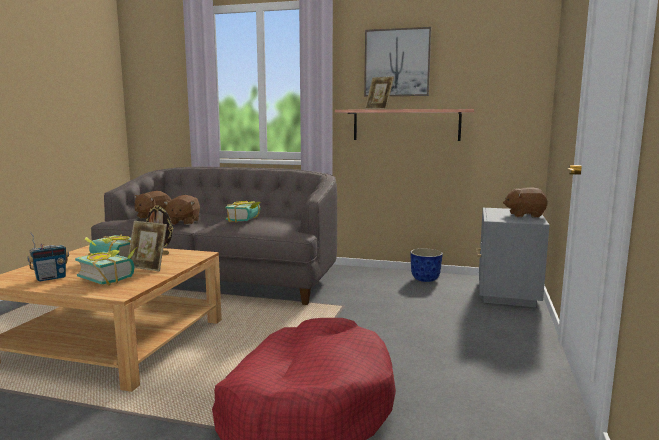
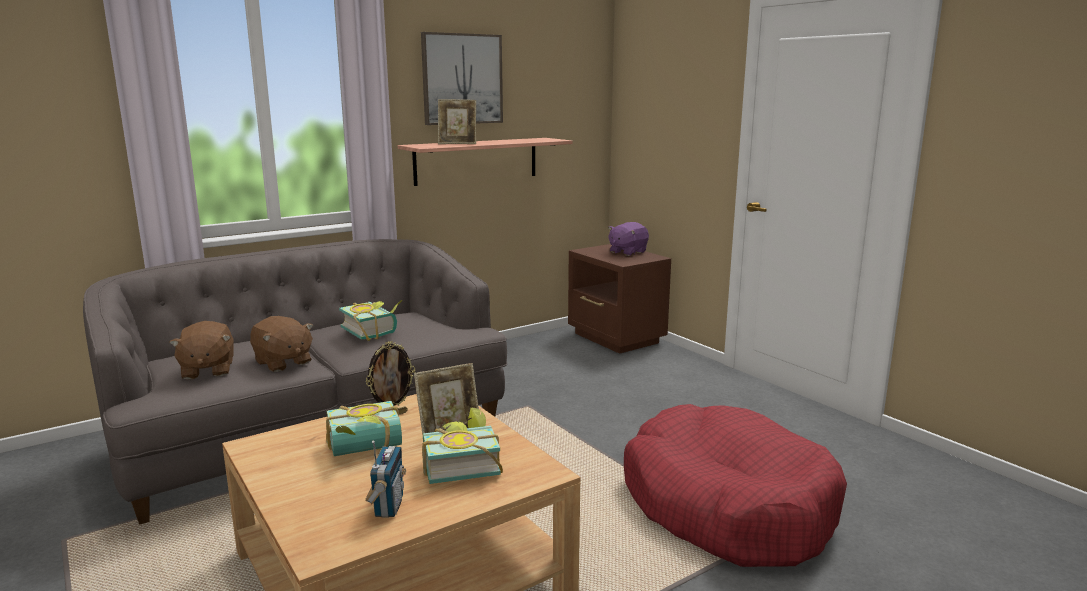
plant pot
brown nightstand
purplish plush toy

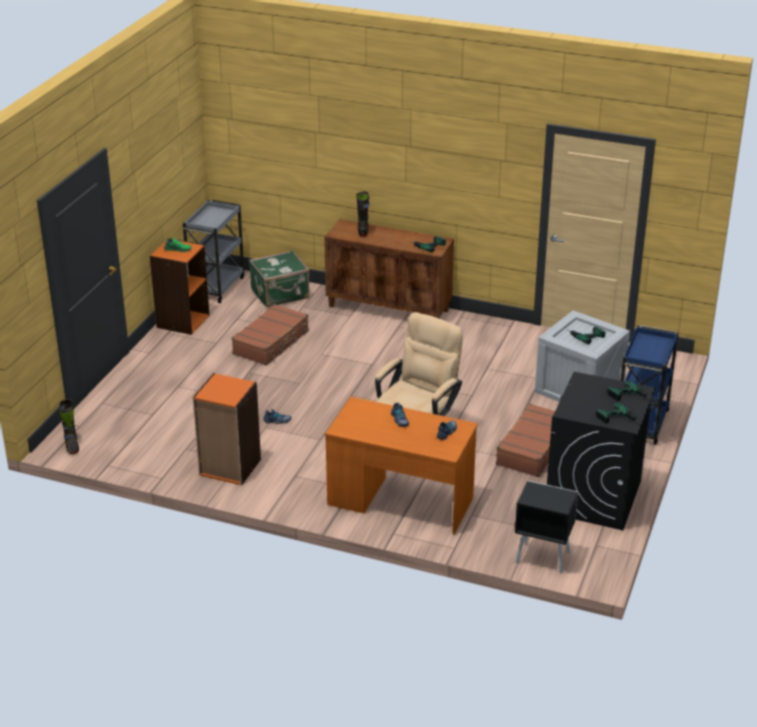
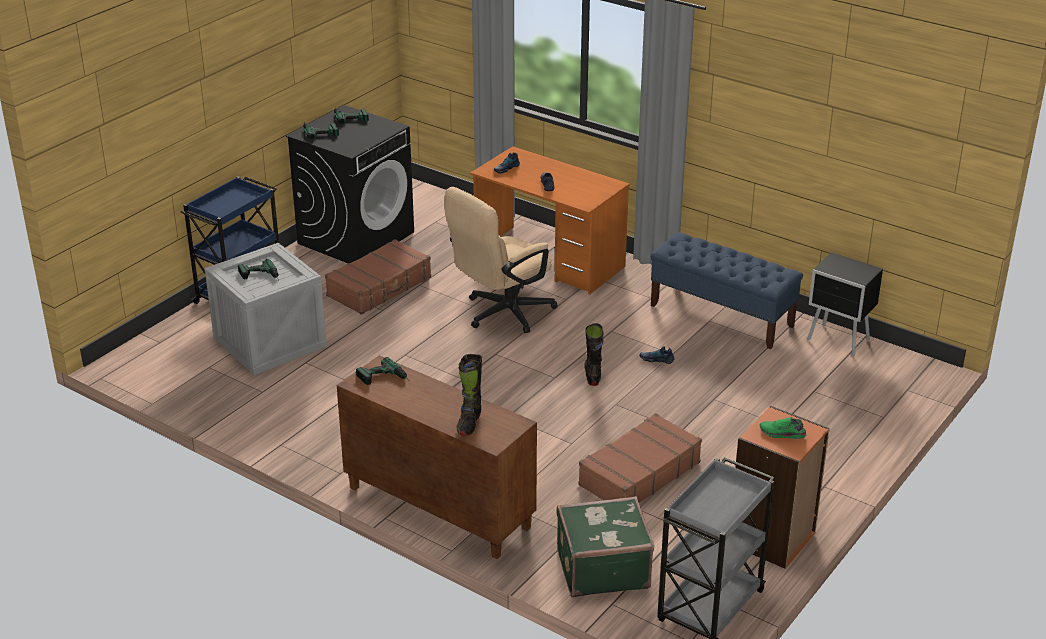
black-coloured tall boot (2nd from left)
blue indoor bench
black-coloured nightstand

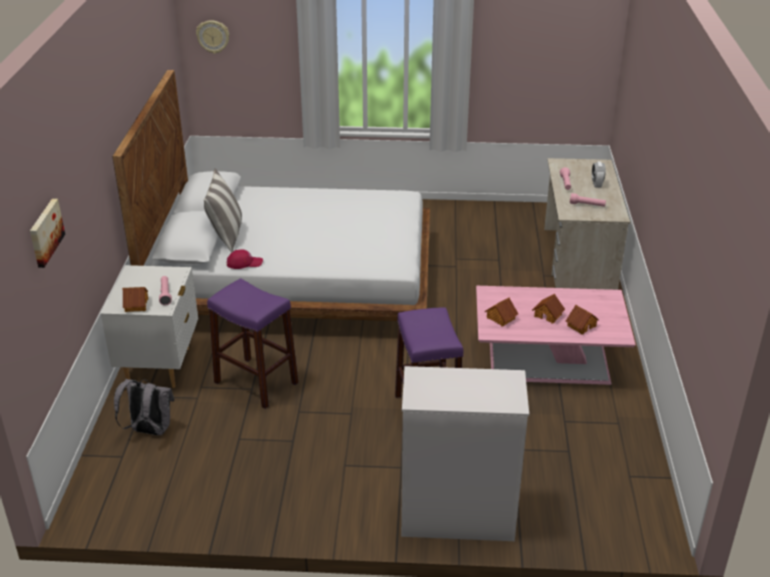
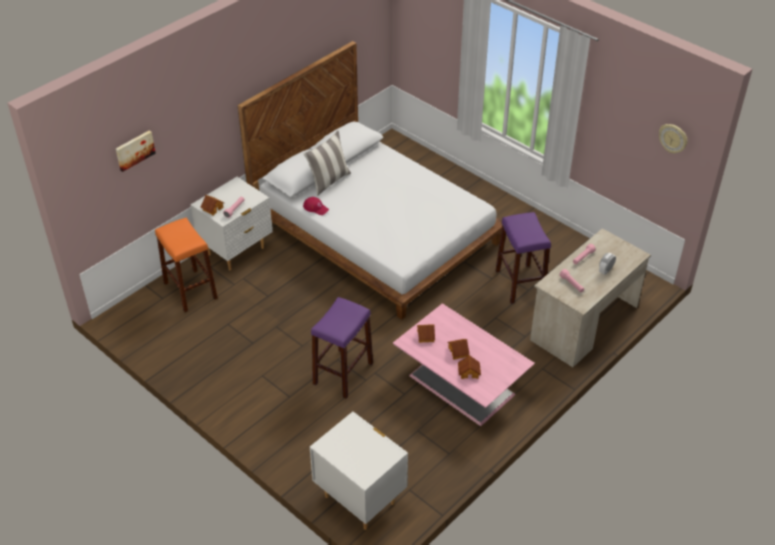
orangey stool
wall clock
purplish stool (2nd from left)
white-coloured dresser
white-coloured nightstand (2nd from left)

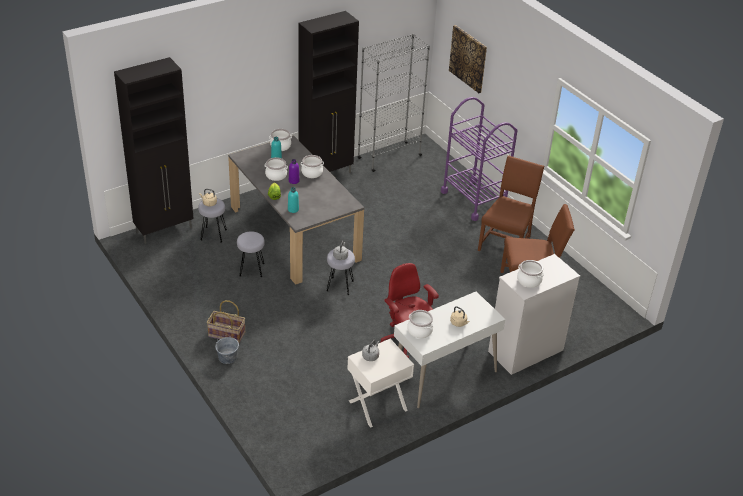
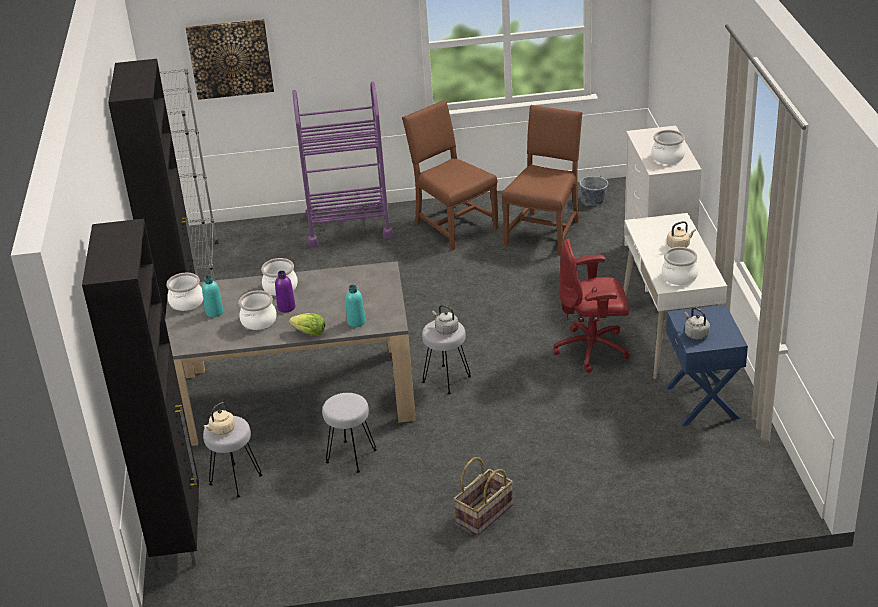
grey pail
blue nightstand

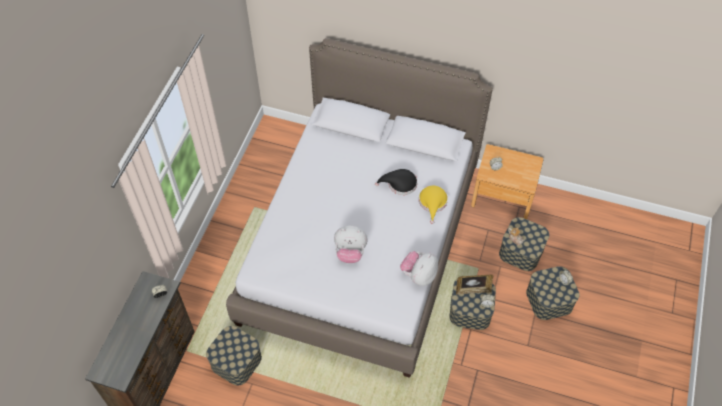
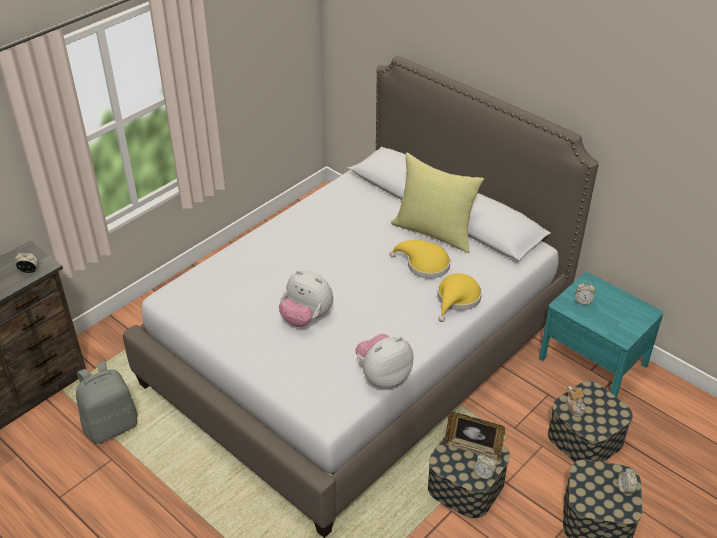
grey rucksack
yellow hat (1st from left)
turquoise-coloured nightstand
yellow pillow

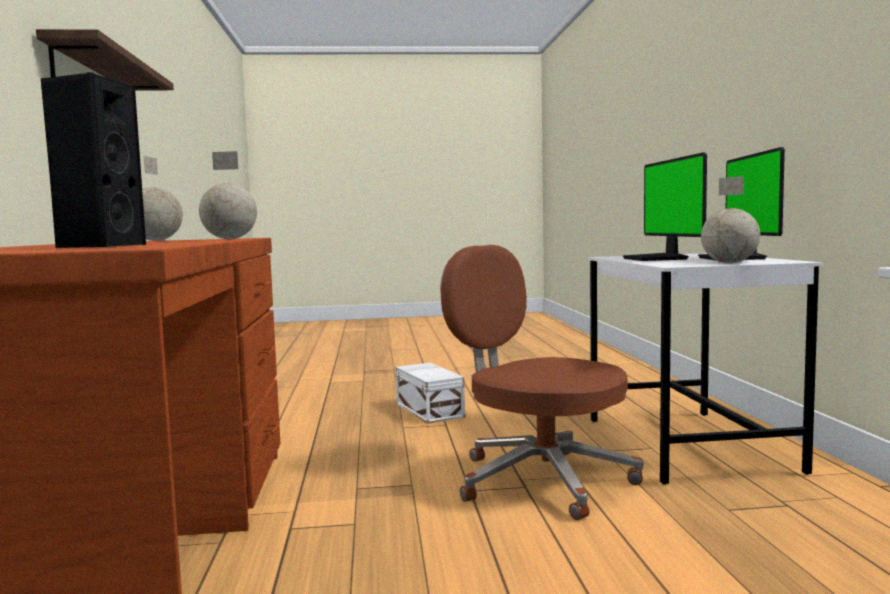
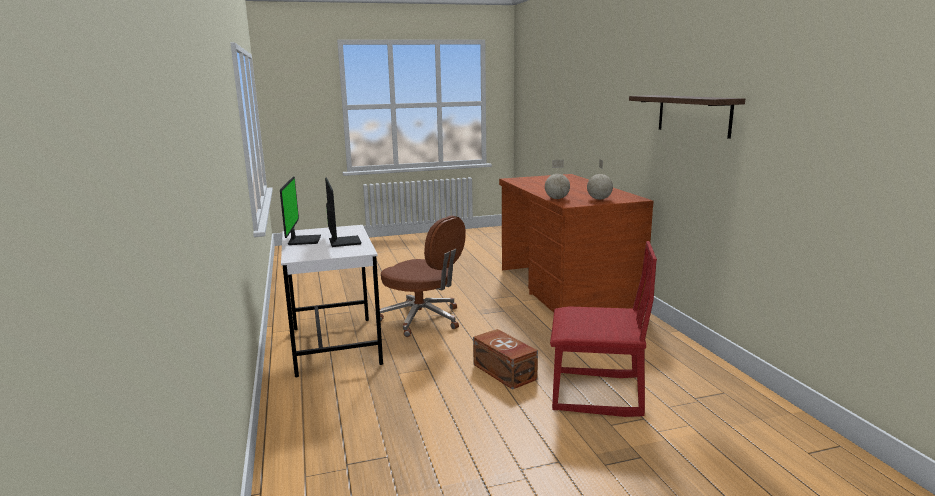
black-coloured speaker
brown storage box
globe (3rd from left in the first image)
reddish upright chair

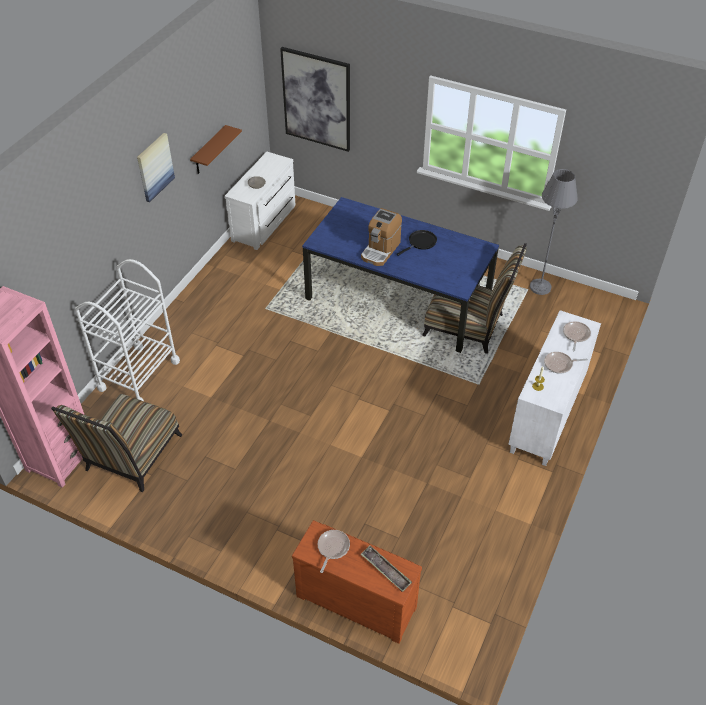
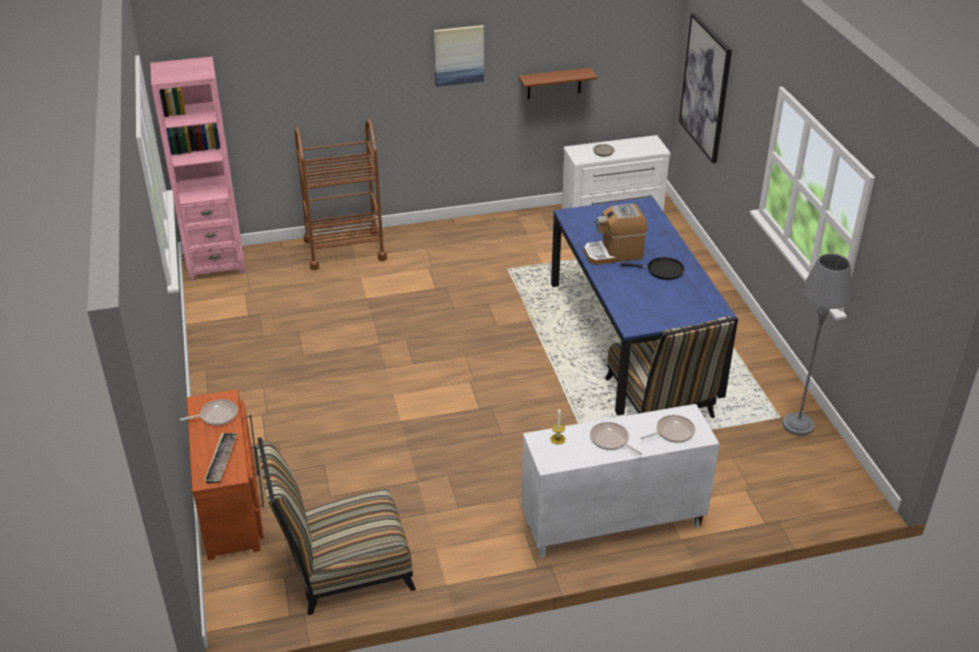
upright chair (1st from left)
brown wheeled cart

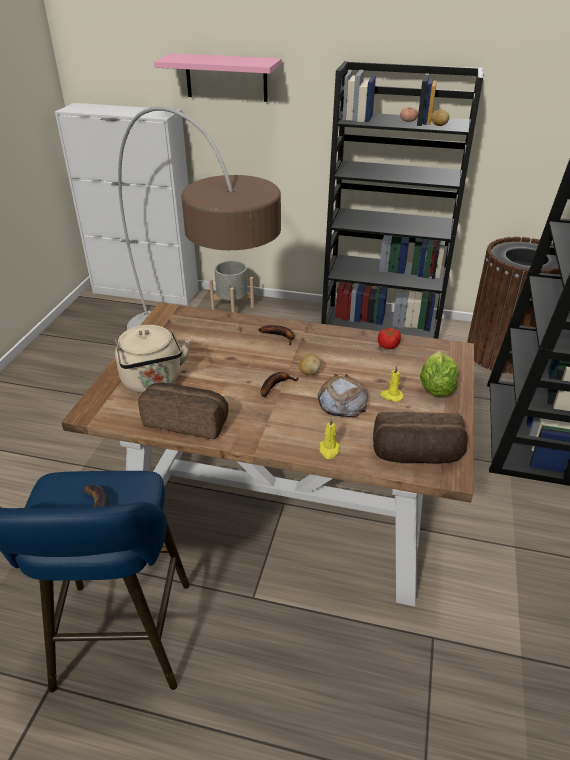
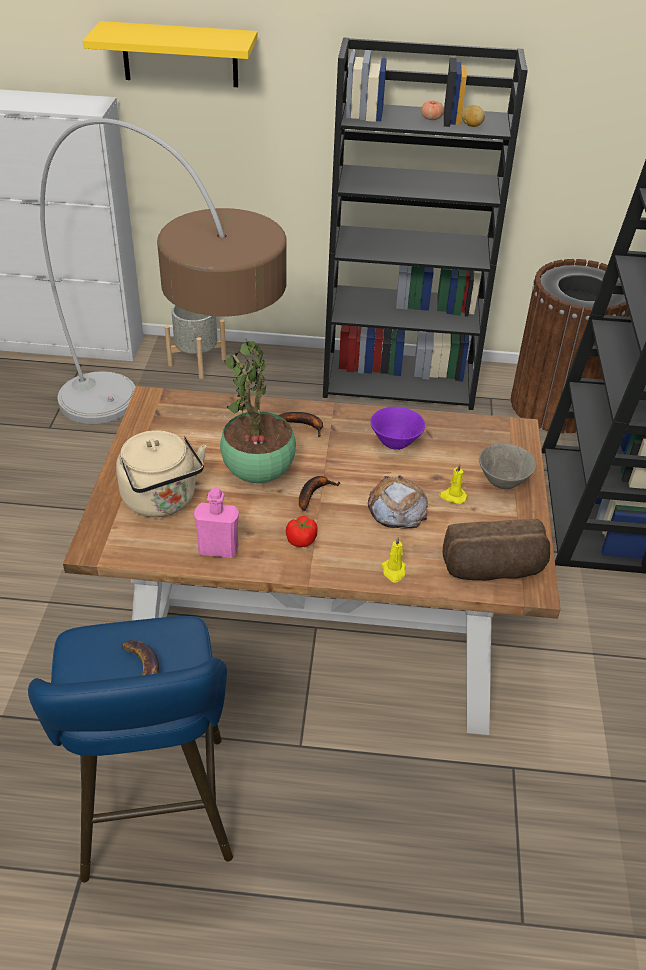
pink-coloured beverage bottle
yellow wall shelf
potato (1st from left in the first image)
fresh tomato (1st from left)
grey serving bowl
potted plant
purplish serving bowl

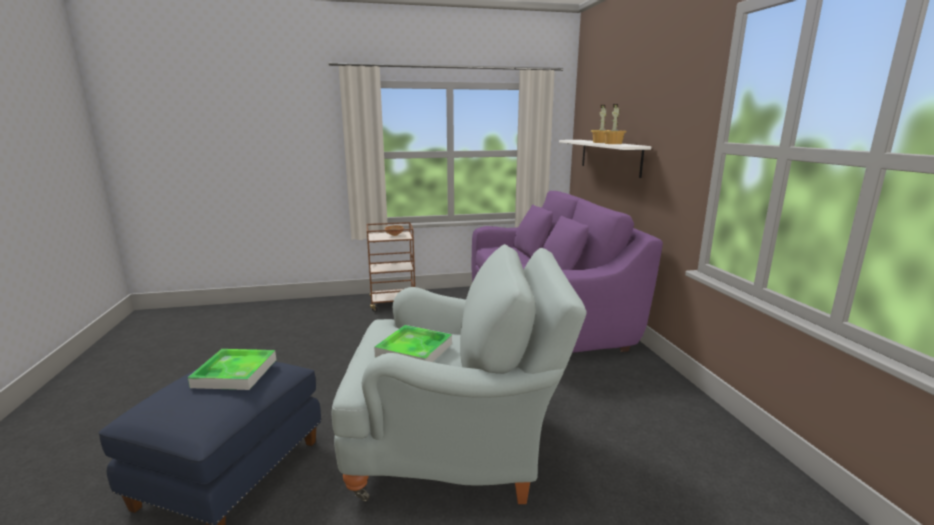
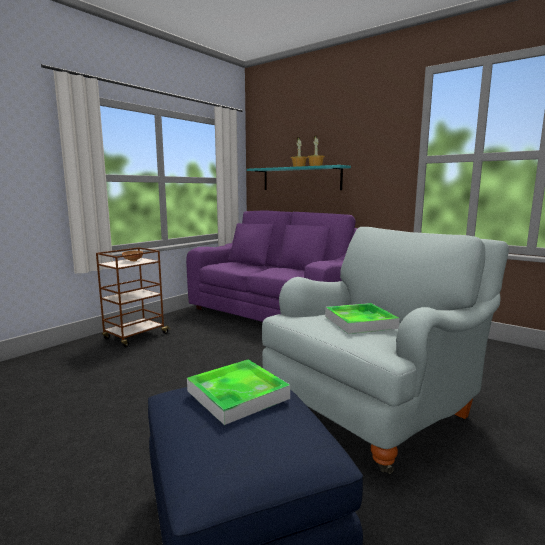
turquoise-coloured wall shelf

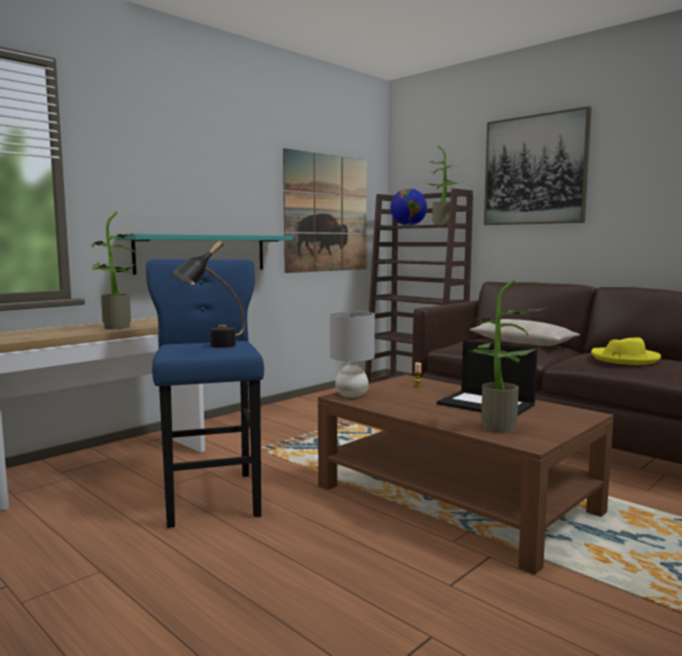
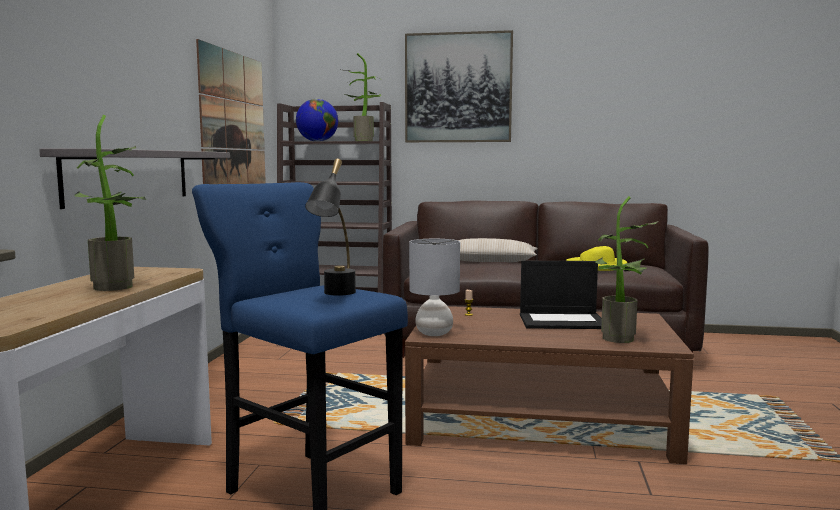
grey wall shelf

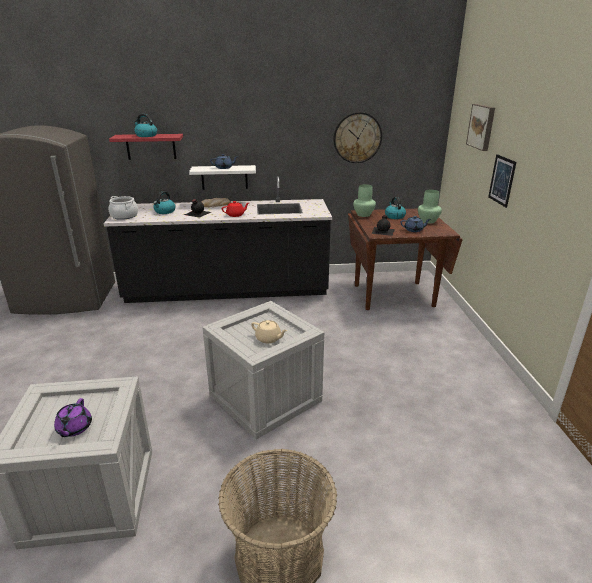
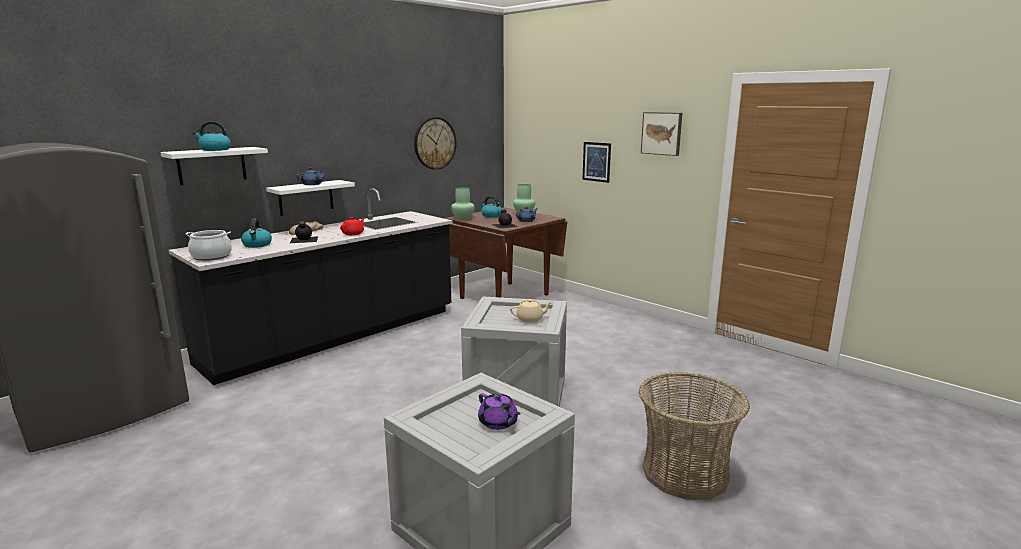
white-coloured wall shelf (1st from left)
wall art (2nd from left)

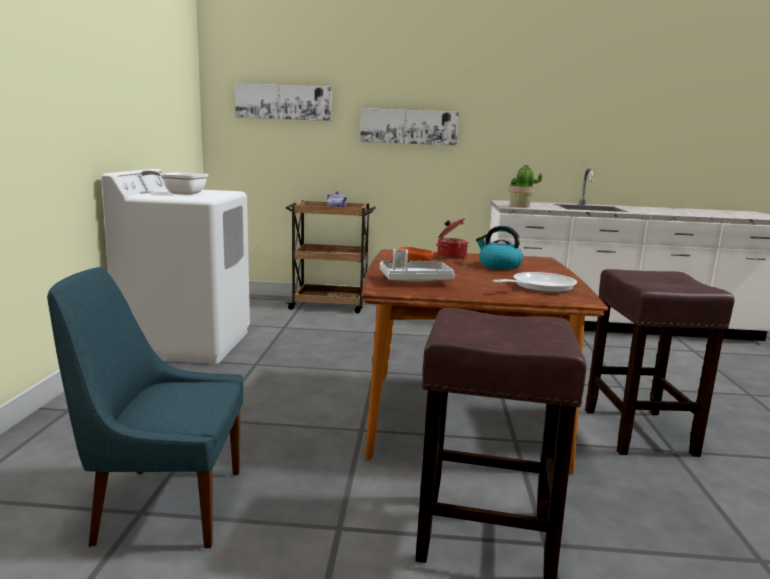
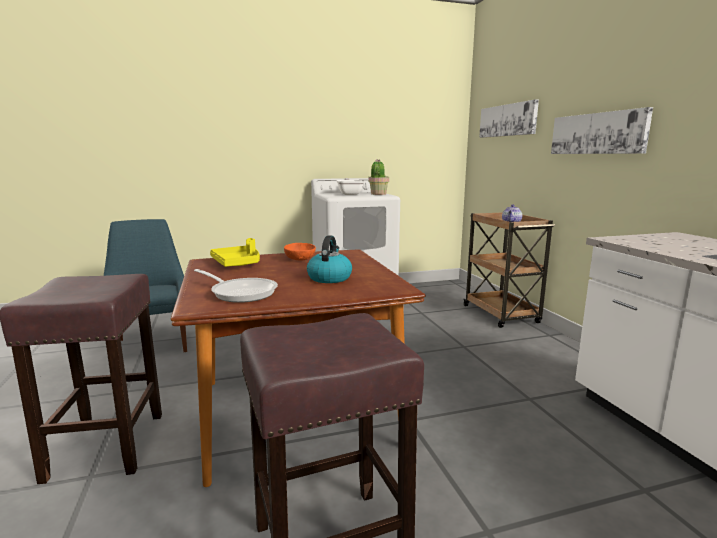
yellow tray
stockpot
potted plant

